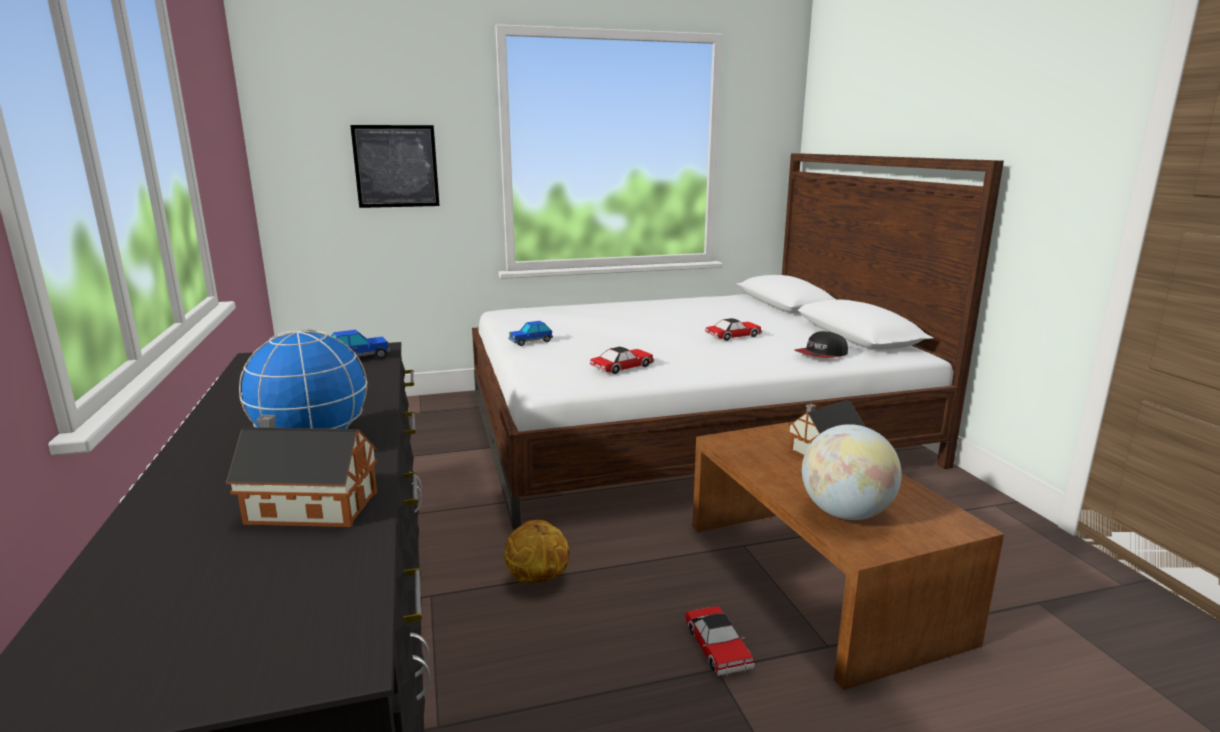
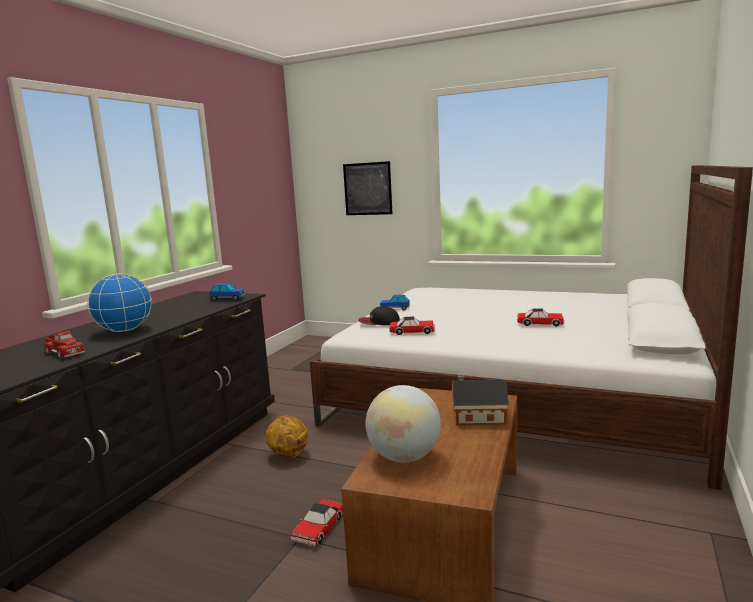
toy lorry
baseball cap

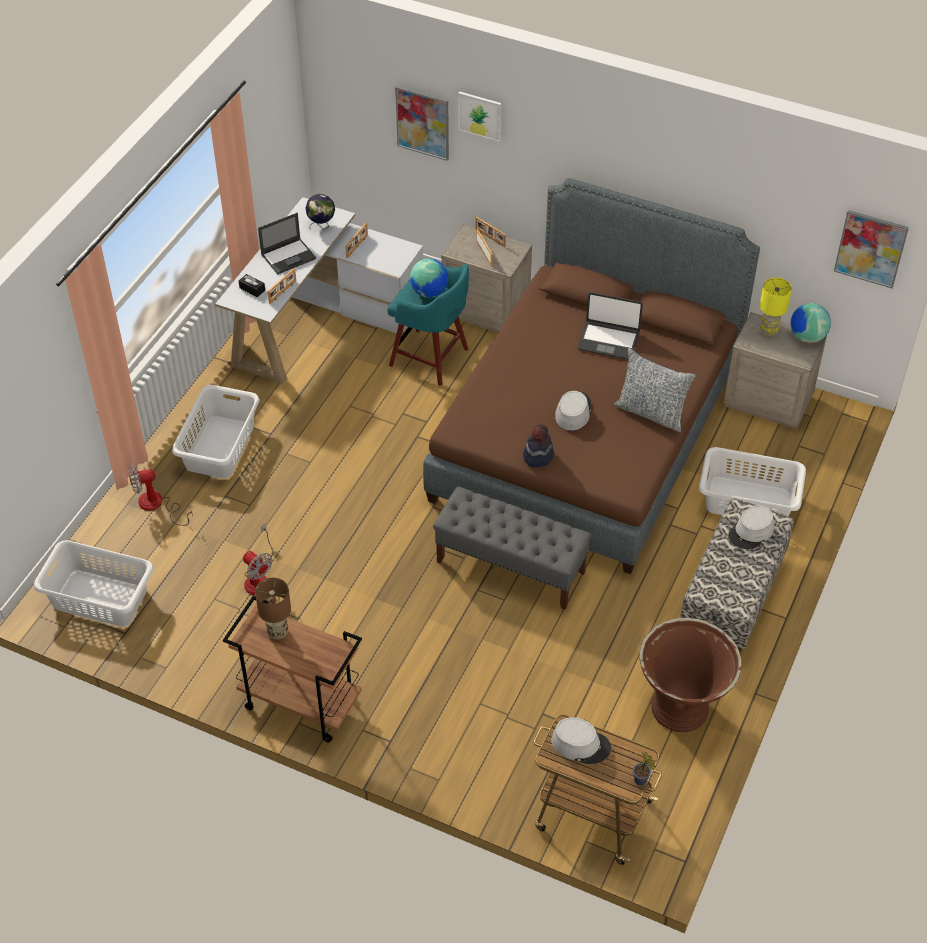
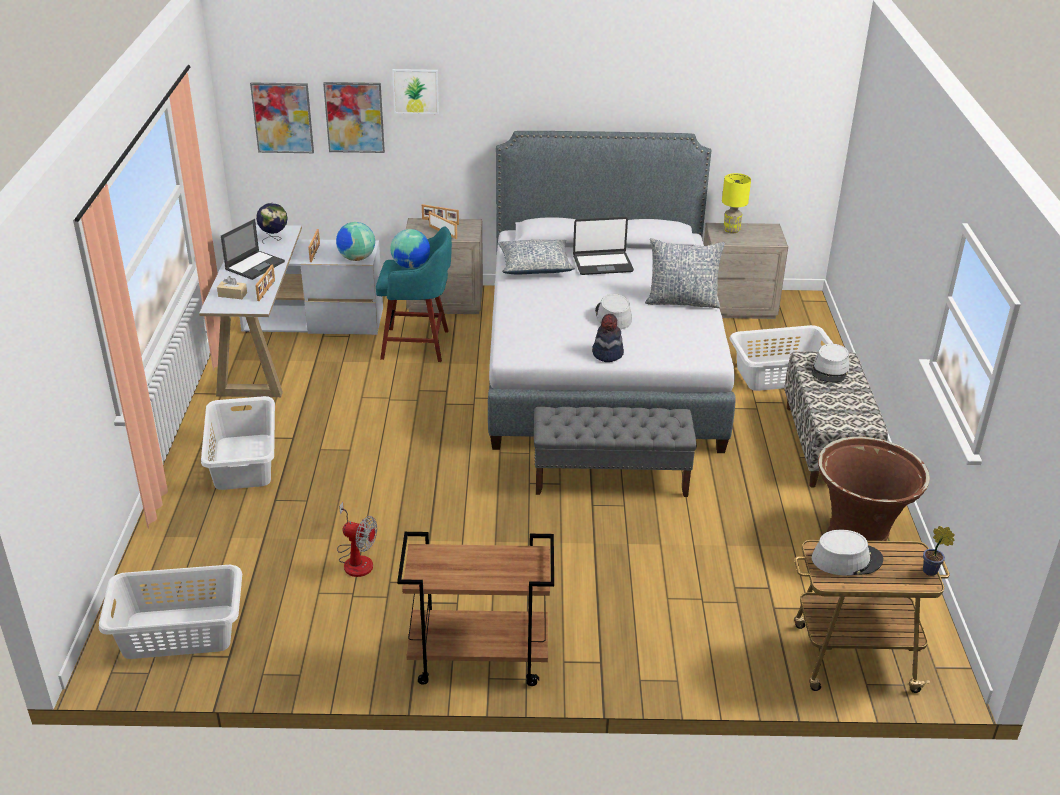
cooling fan (1st from left in the first image)
beige tissue holder
brown tabletop lamp
grey sleeping bed
globe (2nd from left)
wall art (1st from left)
pillow (1st from left)

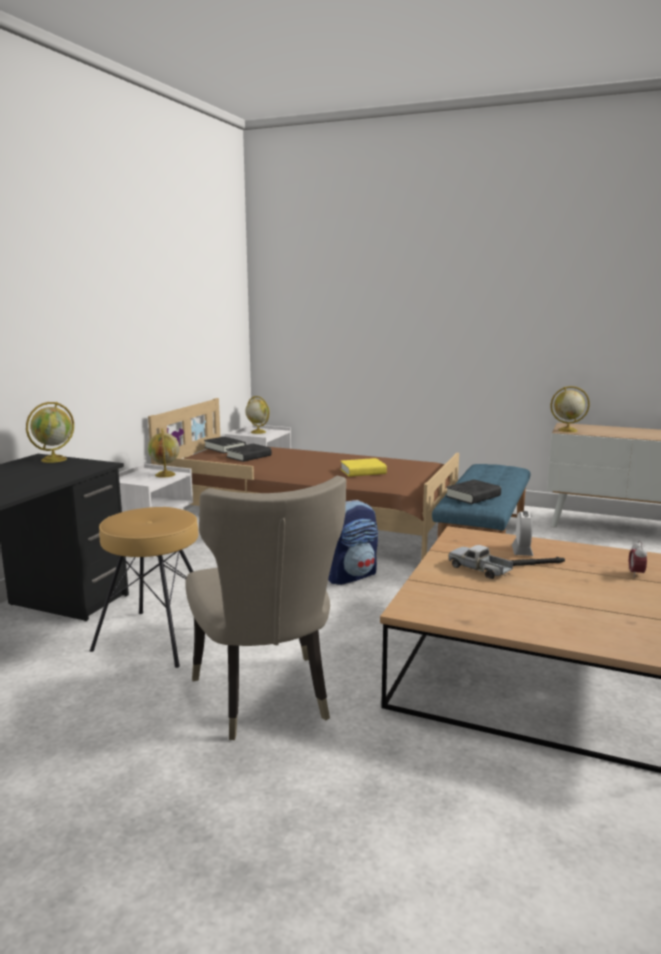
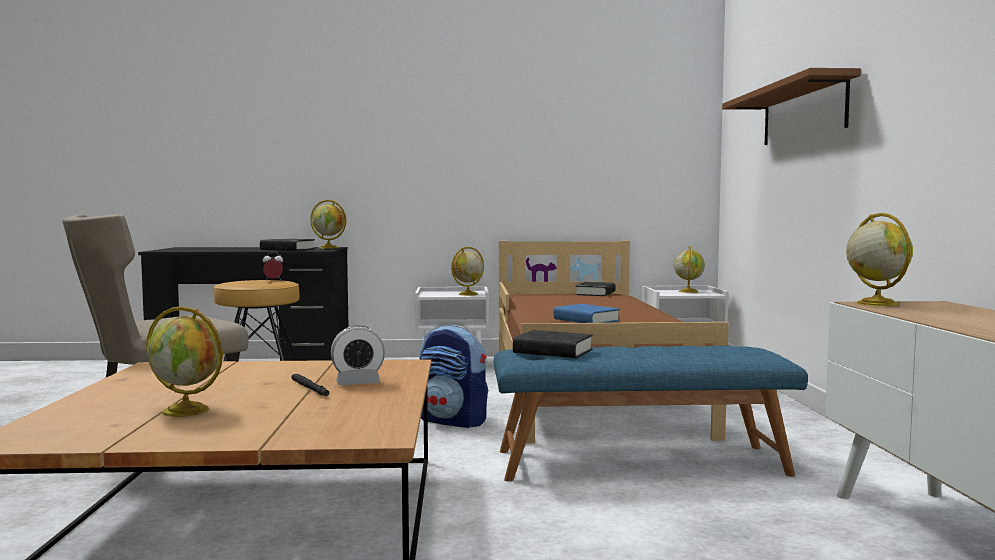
black-coloured bound book (1st from left)
blue bound book
toy lorry
alarm clock (1st from left)
globe (1st from left)
brown wall shelf

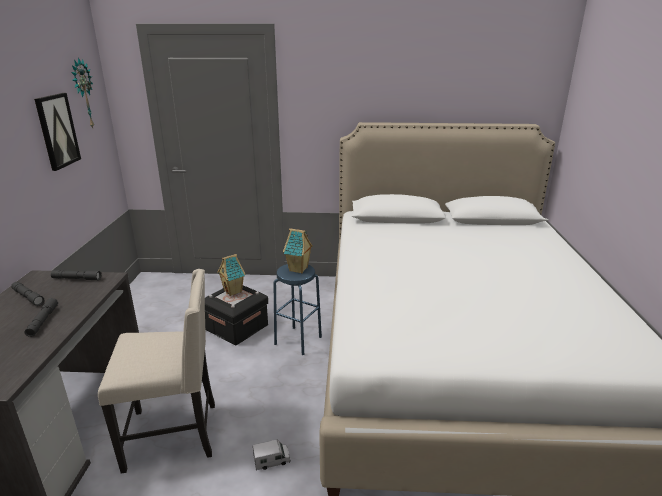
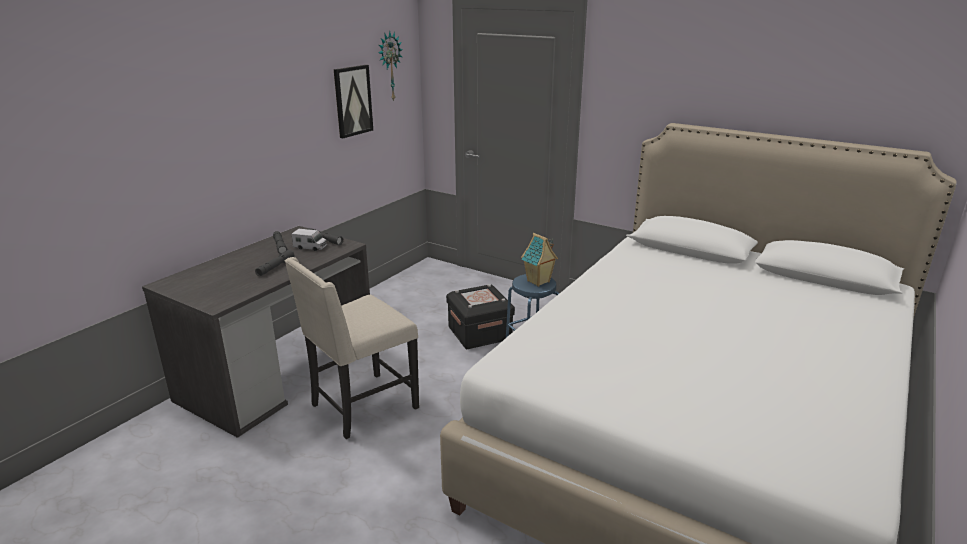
beige upright chair
miniature house (1st from left in the first image)
toy lorry

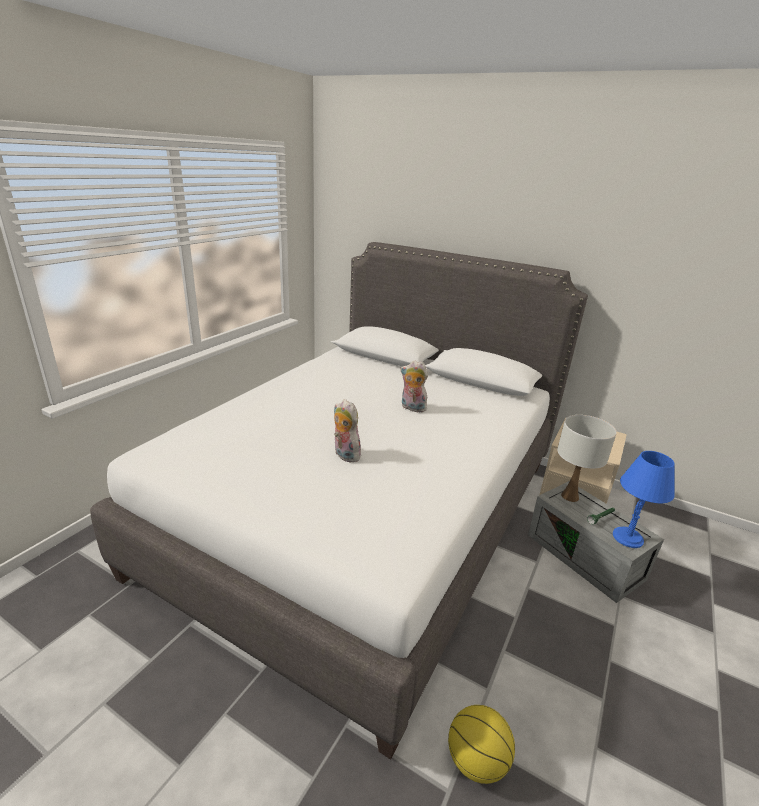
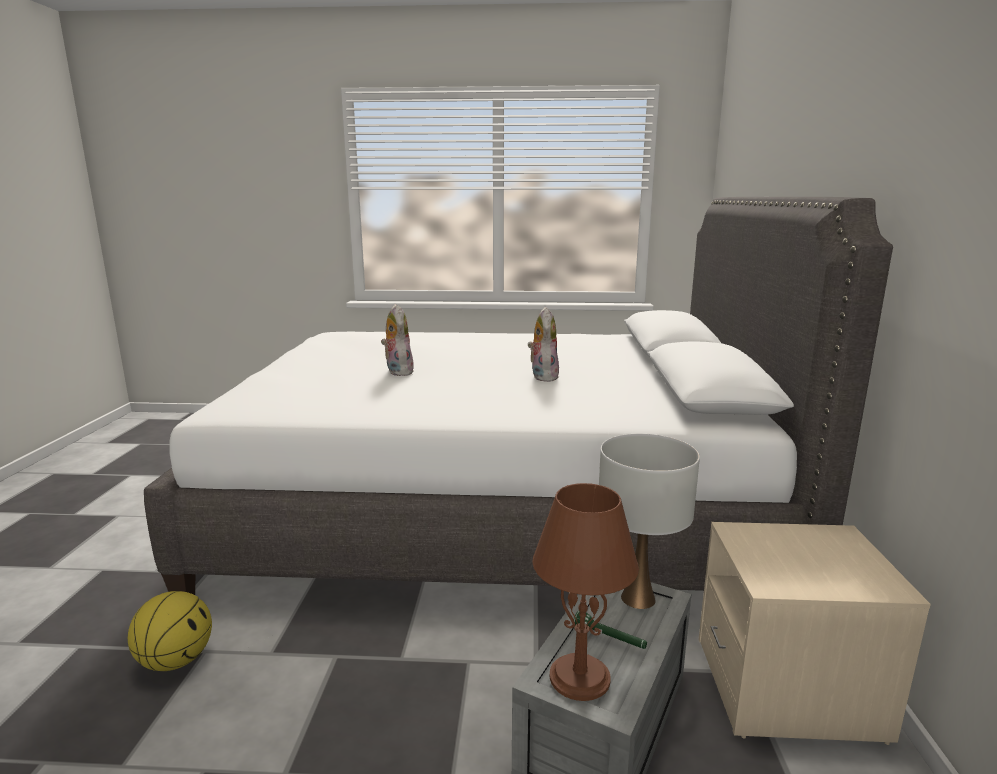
plush toy (1st from left)
brown tabletop lamp

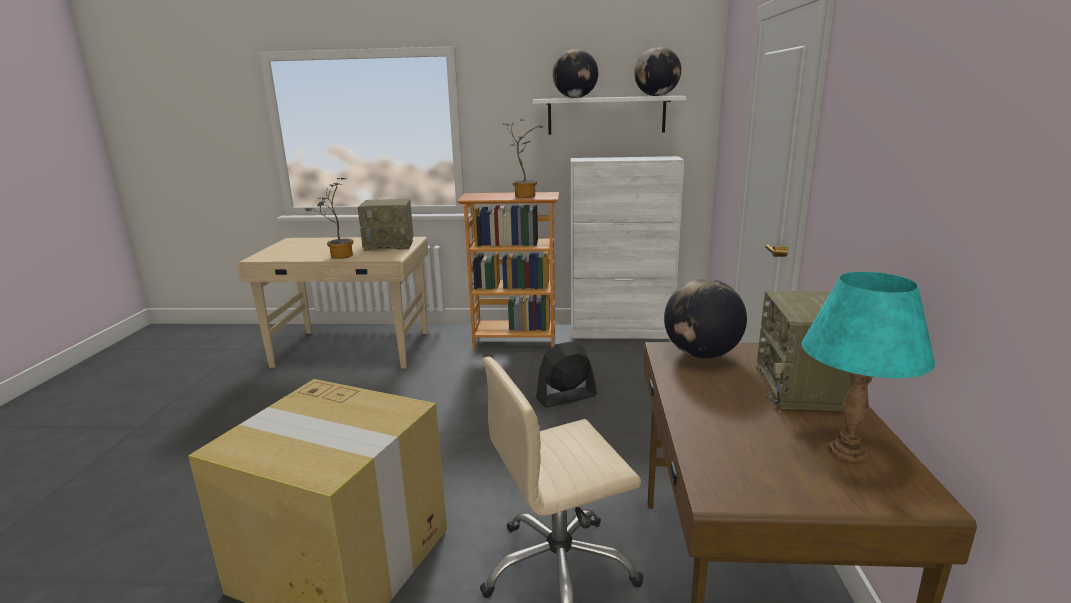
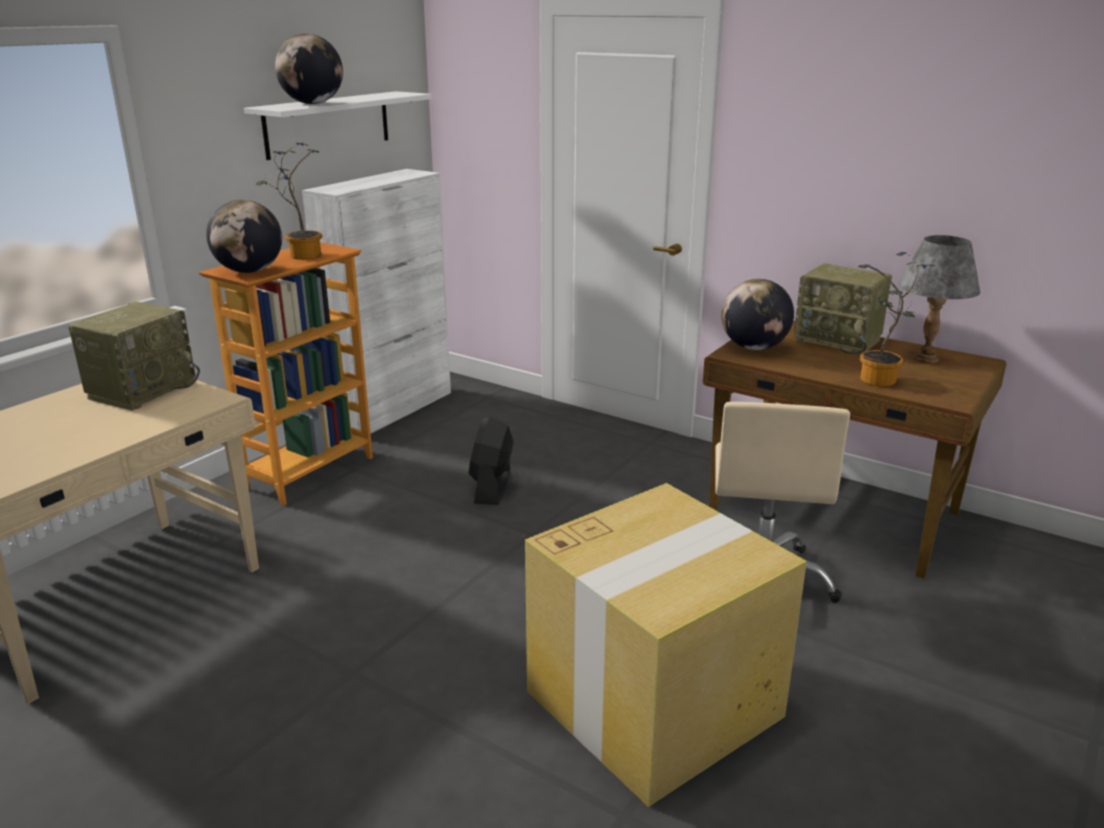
potted plant (2nd from left)
globe (1st from left)
grey tabletop lamp

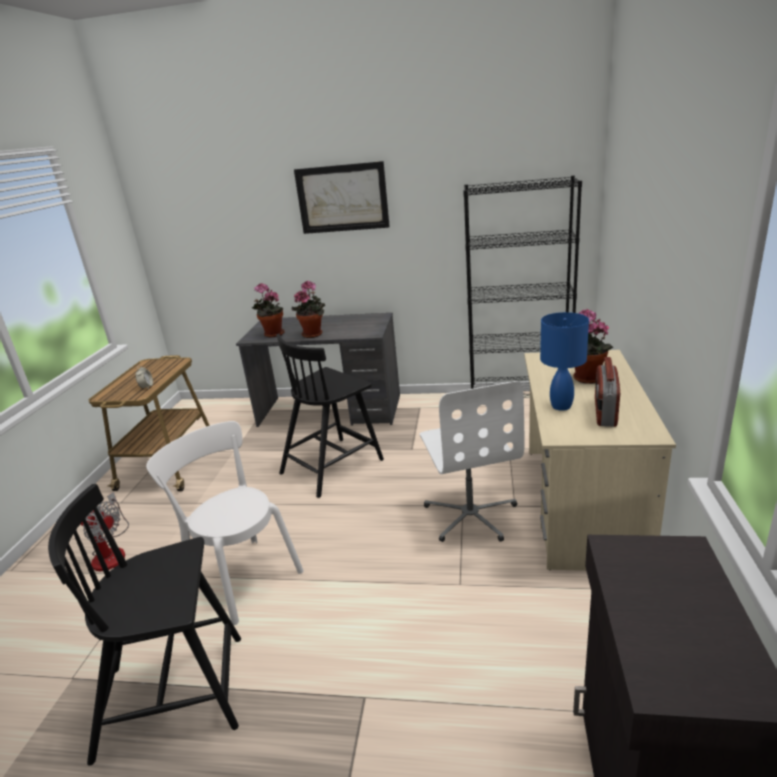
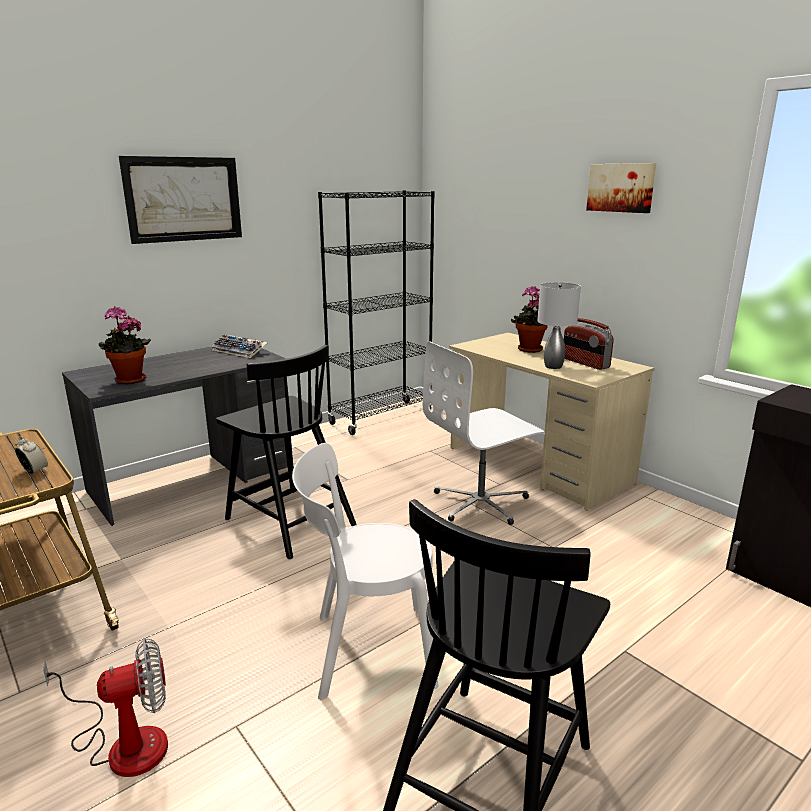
black-coloured upright chair (1st from left)
potted plant (2nd from left in the first image)
white-coloured office chair
grey tabletop lamp
PC keyboard
wall art (2nd from left)

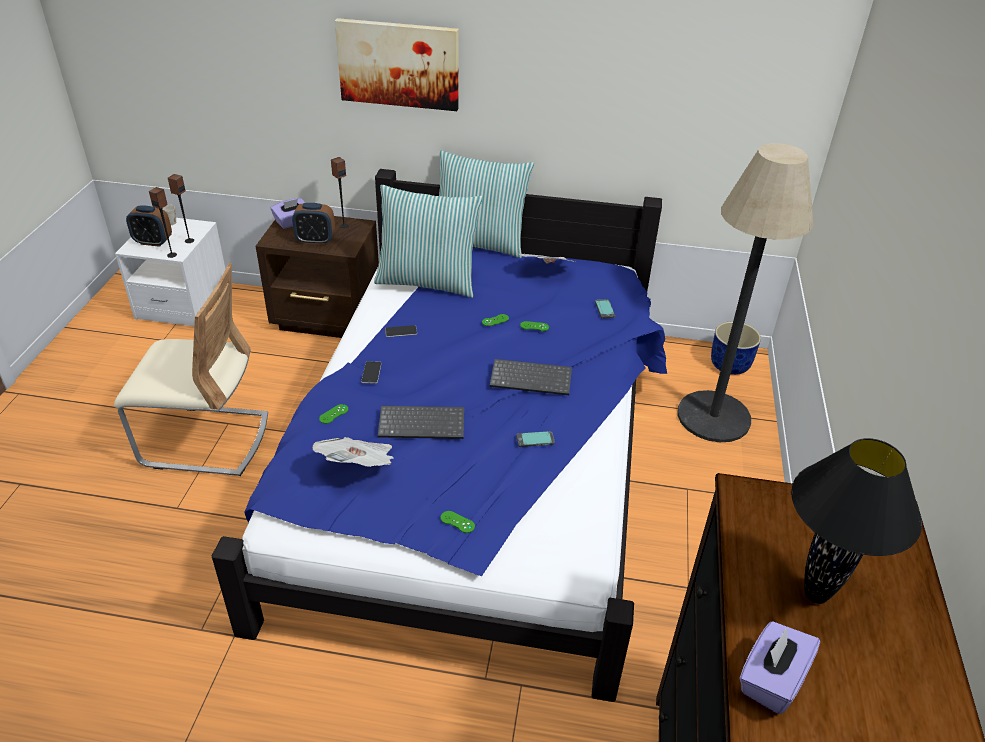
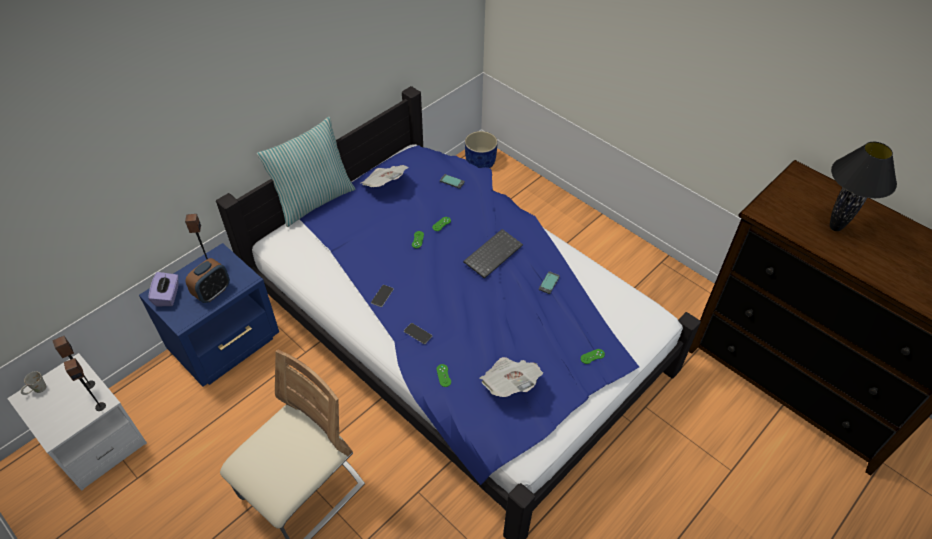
alarm clock (1st from left in the first image)
blue nightstand
wall art
pillow (1st from left in the first image)
PC keyboard (1st from left in the first image)
floor lamp
purplish tissue holder (2nd from left in the first image)

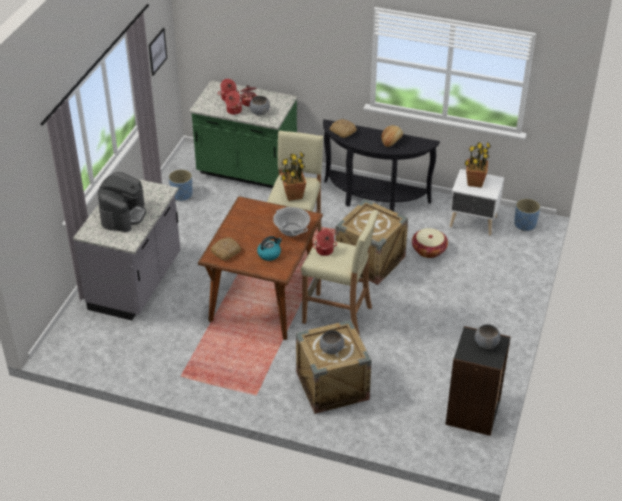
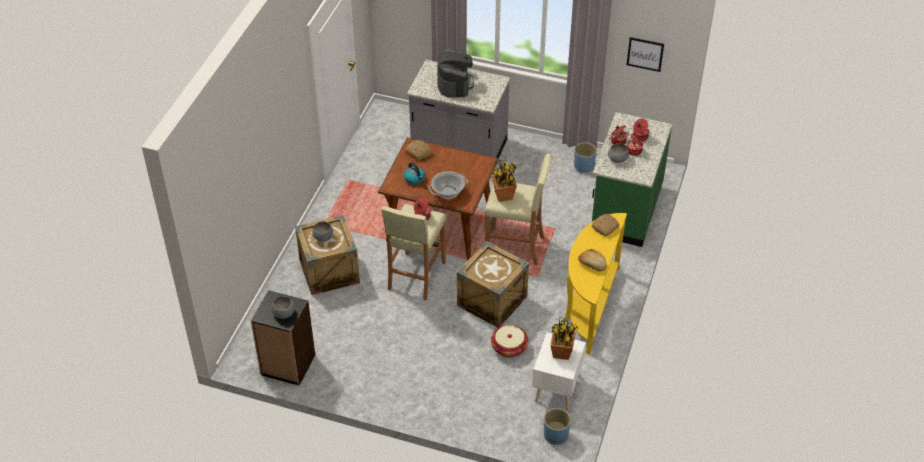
coffee maker
yellow hall table

